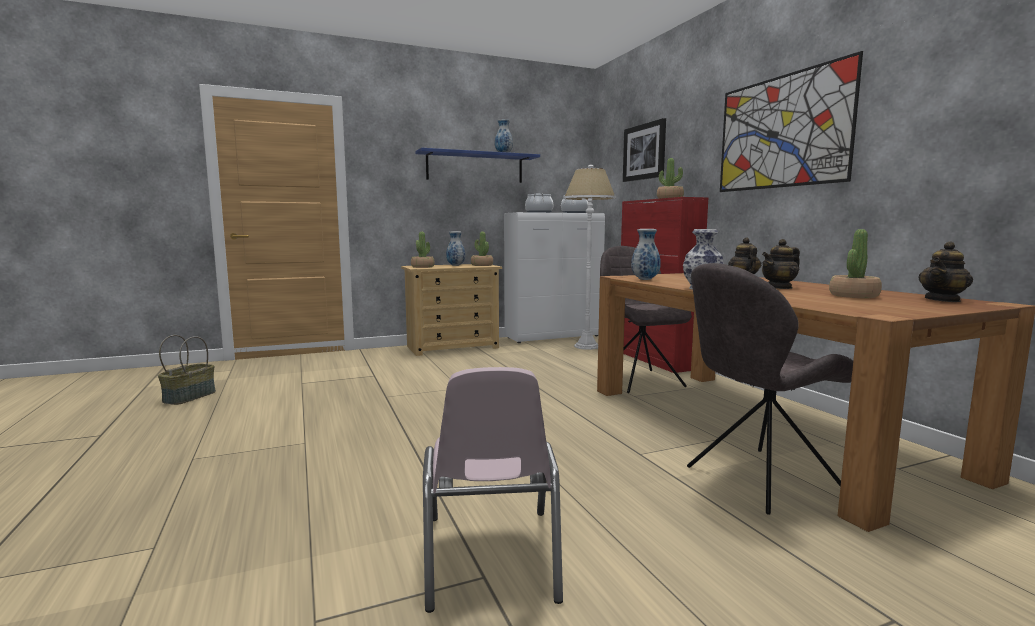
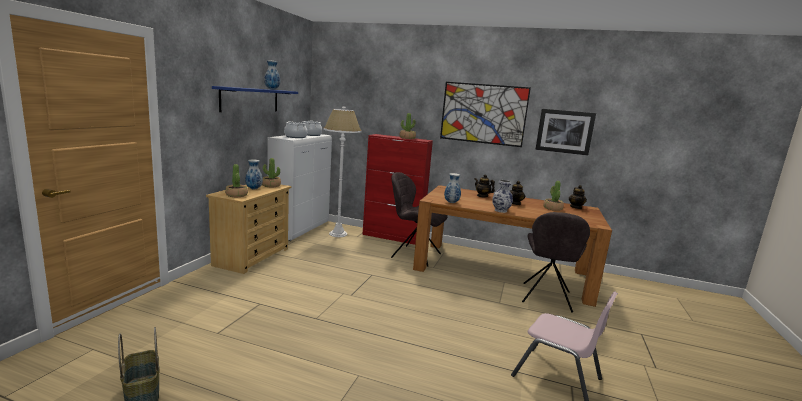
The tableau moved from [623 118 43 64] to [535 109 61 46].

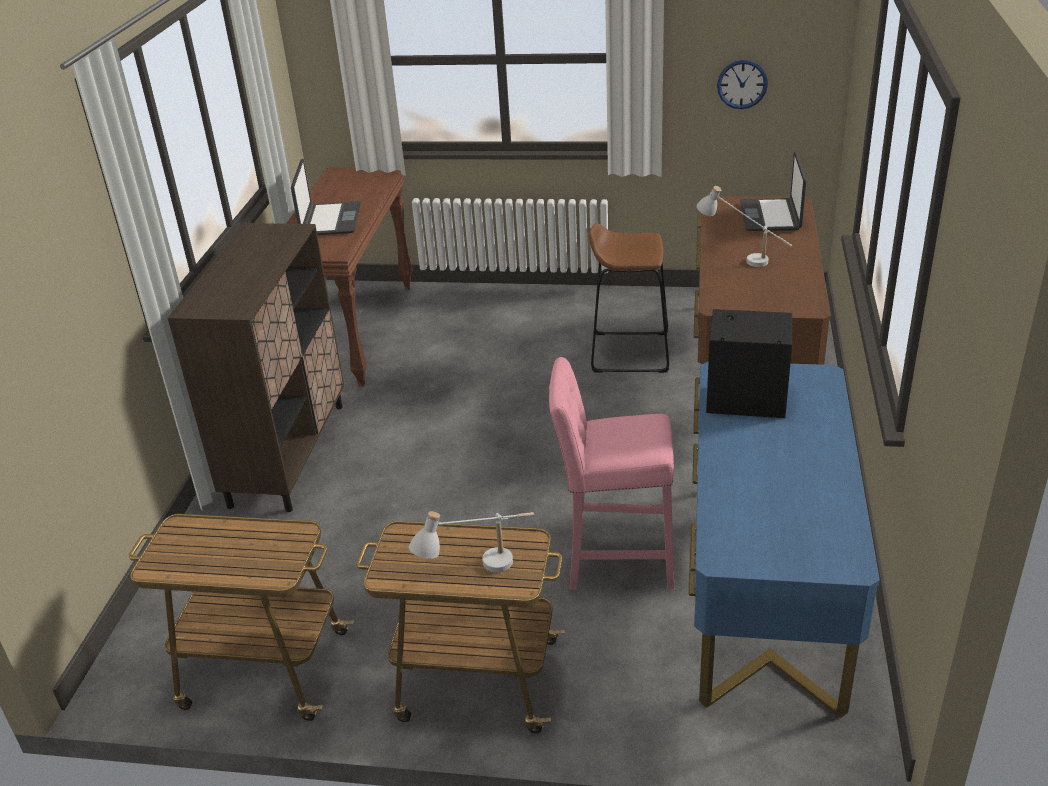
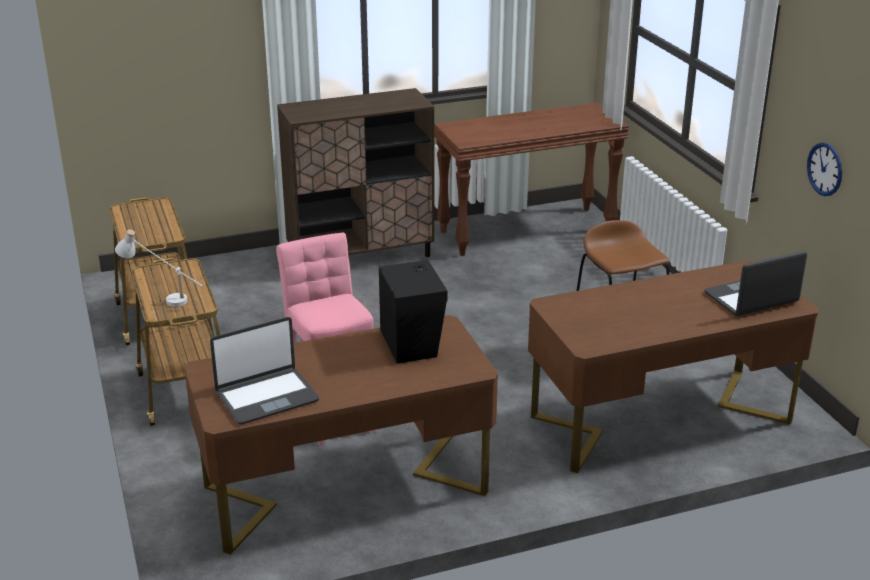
The ordinateur portable moved from [291 159 70 76] to [210 317 109 107].
The lampe de table [blanc] at [697 186 95 81] disappeared.
The bureau [bleu] at [689 362 191 356] became the bureau [marron] at [184 315 314 240].

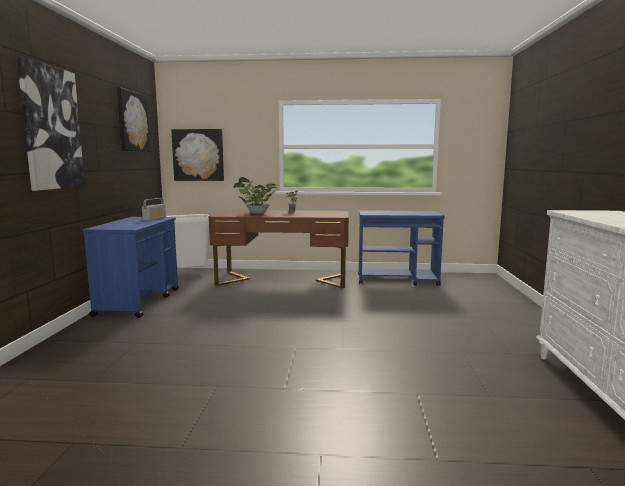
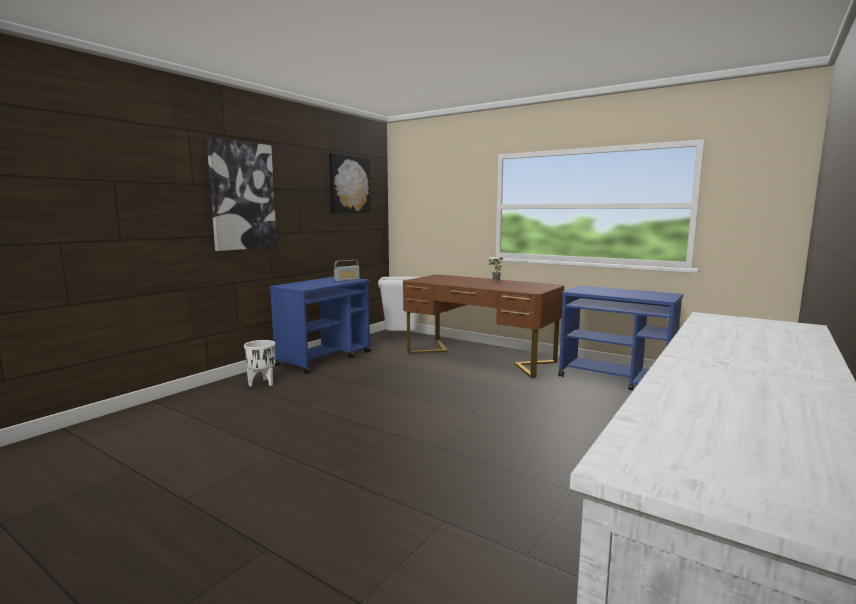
The tableau at [171 129 53 52] disappeared.
The plante en pot at [234 177 43 37] disappeared.
The cache-pot [blanc] at [244 340 31 47] appeared.

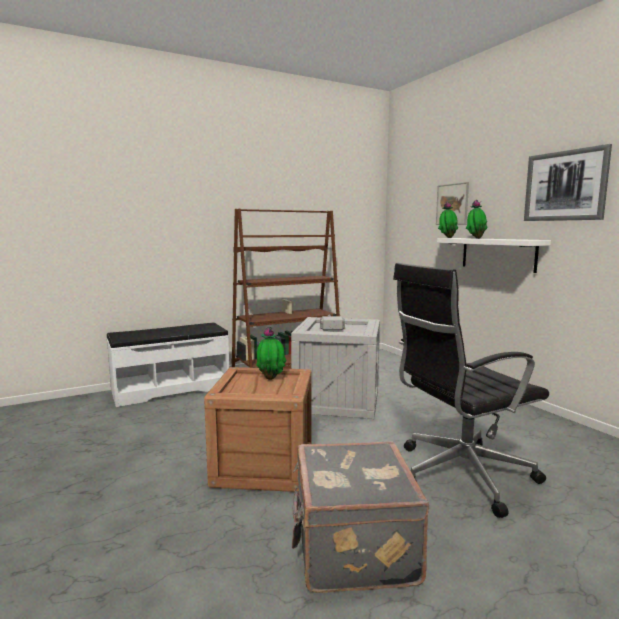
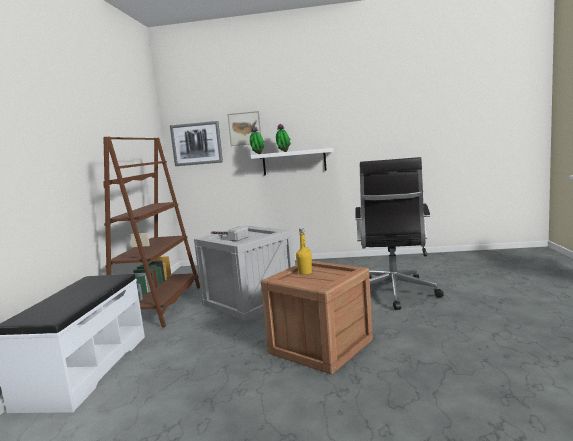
The tableau moved from [524 144 88 77] to [170 121 53 45].
The plante en pot at [256 327 31 53] was replaced by the bouteille [jaune] at [296 228 16 47].
The valise [gris] at [292 441 137 152] disappeared.

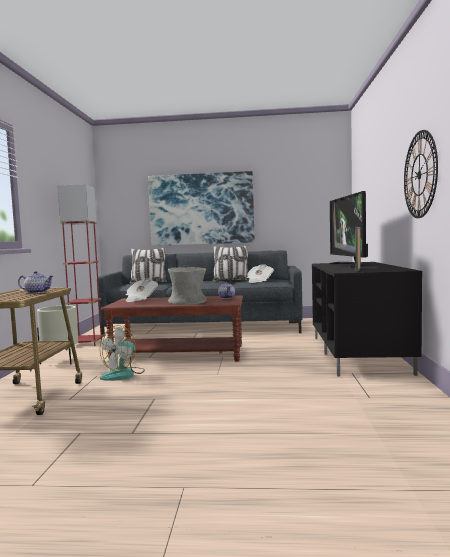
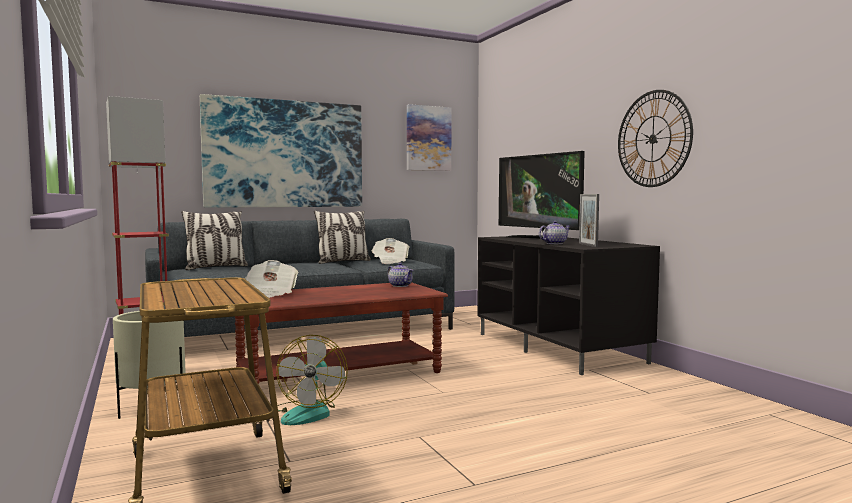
The vase [gris] at [168 267 39 38] disappeared.
The théière moved from [18 271 35 23] to [539 221 31 23].
The tableau at [407 104 45 67] appeared.

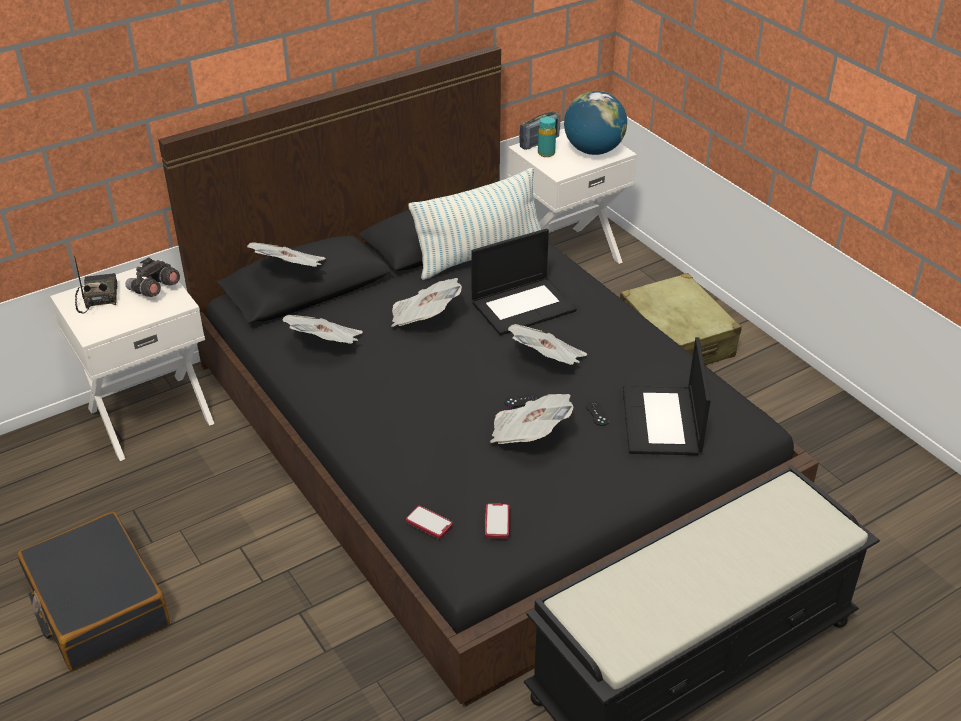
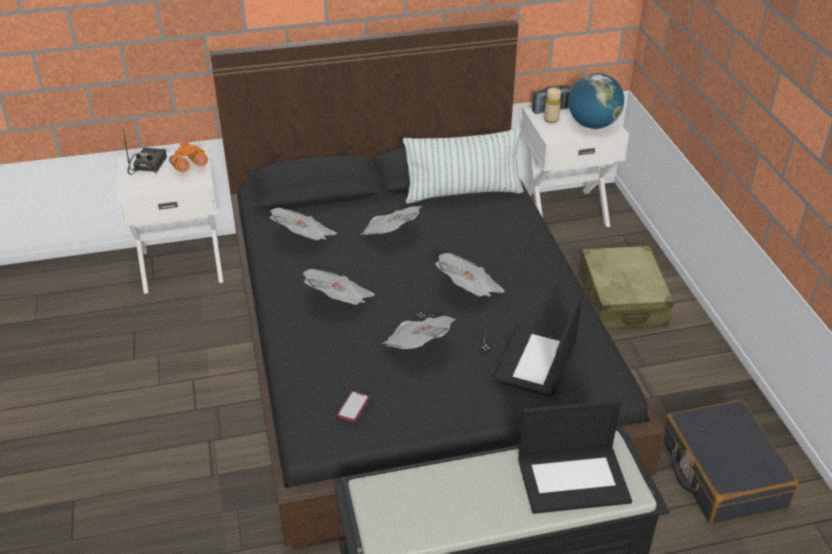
The bouteille [turquoise] at [538 116 18 41] became the bouteille [beige] at [544 88 17 35].
The ordinateur portable moved from [471 228 106 107] to [518 400 114 114].
The journal moved from [247 242 79 25] to [303 269 72 36].
The jumelles [gris] at [126 257 54 40] became the jumelles [orange] at [169 142 39 30].
The téléphone at [406 506 47 33] disappeared.
The valise [noir] moved from [18 512 152 159] to [664 400 135 125].

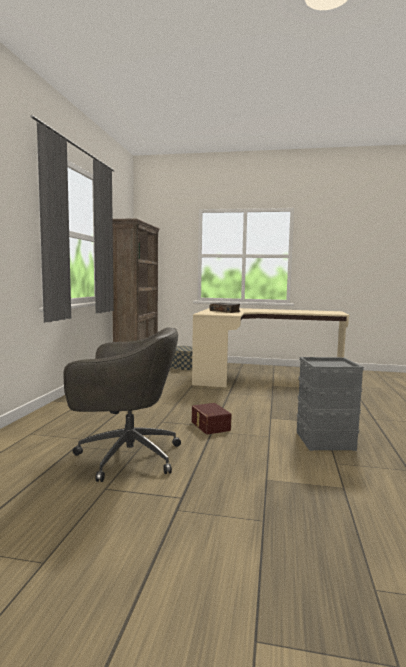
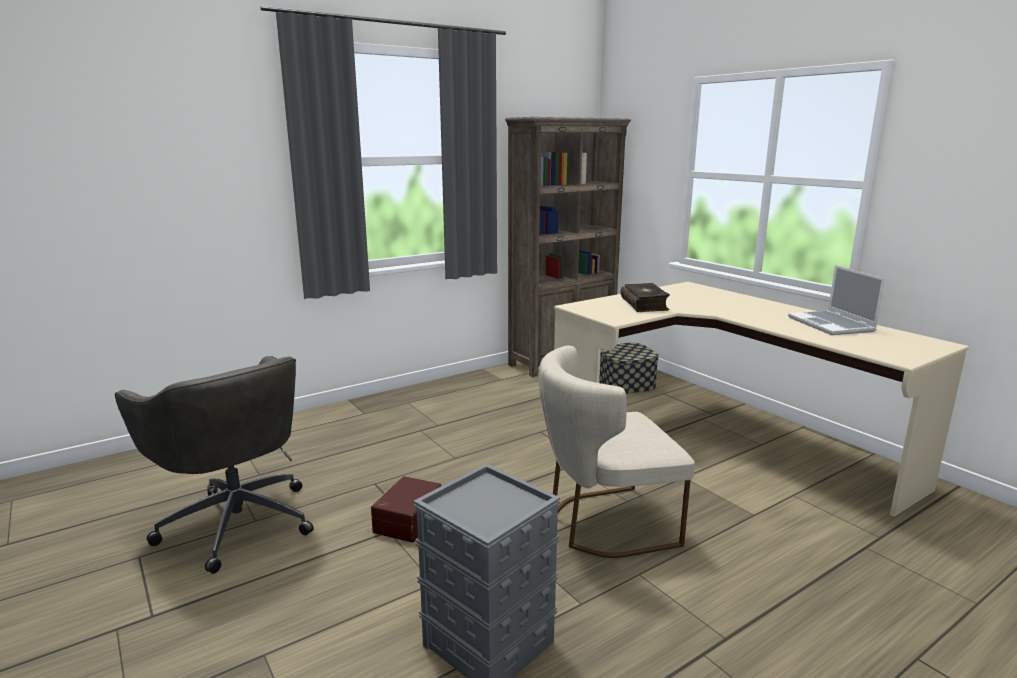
The ordinateur portable at [788 265 97 70] appeared.
The chaise [beige] at [539 346 156 212] appeared.

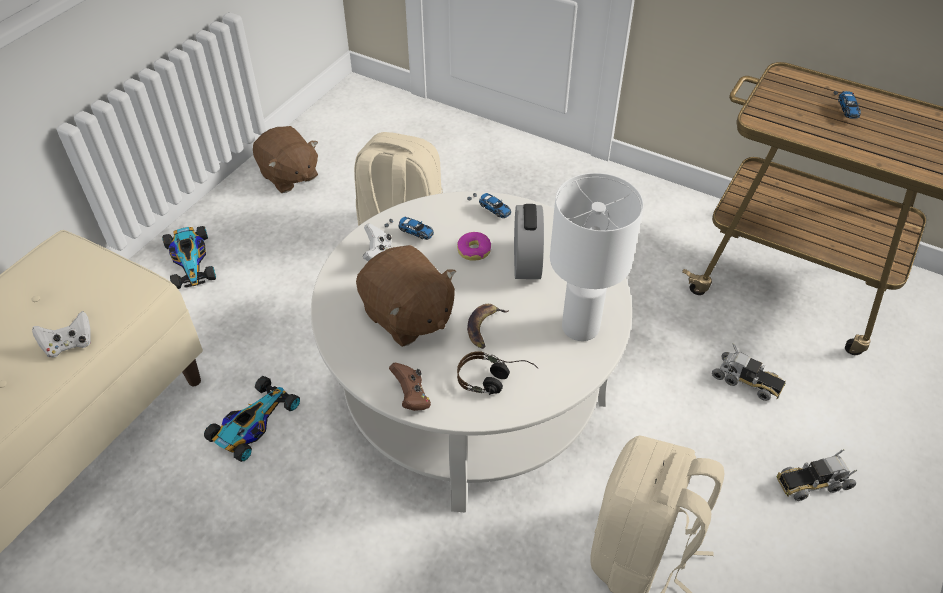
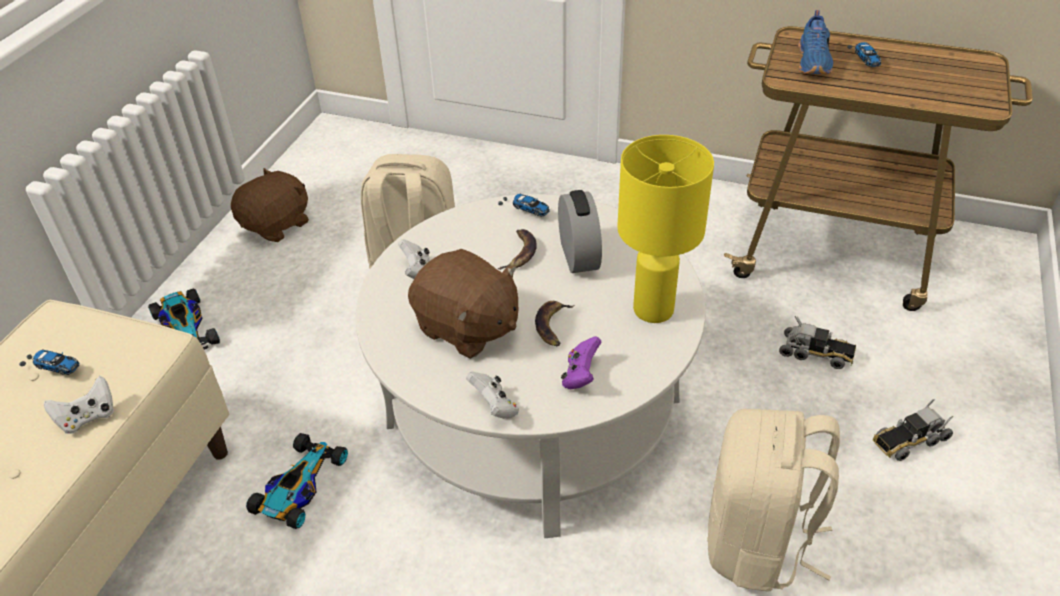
The peluche [marron] at [253 126 65 67] turned 90 degrees counterclockwise.
The lampe de table [blanc] at [550 173 94 168] became the lampe de table [jaune] at [617 135 97 188].
The petite voiture moved from [384 216 50 24] to [19 349 60 26].
The beignet at [457 232 34 29] was replaced by the banane at [497 229 40 41].
The casque audio at [457 351 81 44] was replaced by the manette [violet] at [561 336 40 53].
The manette [marron] at [389 363 42 48] became the manette [blanc] at [466 372 53 47].
The chaussure [bleu] at [798 10 35 64] appeared.

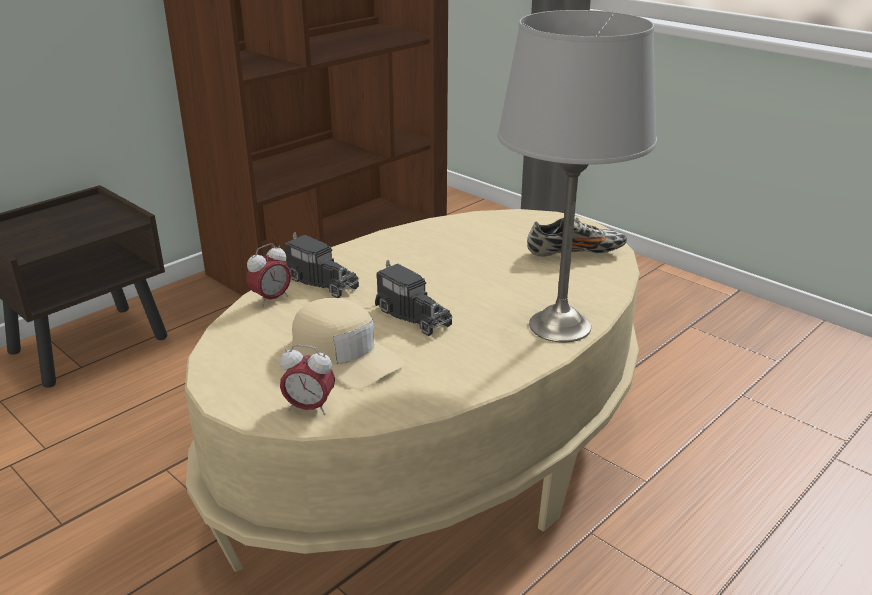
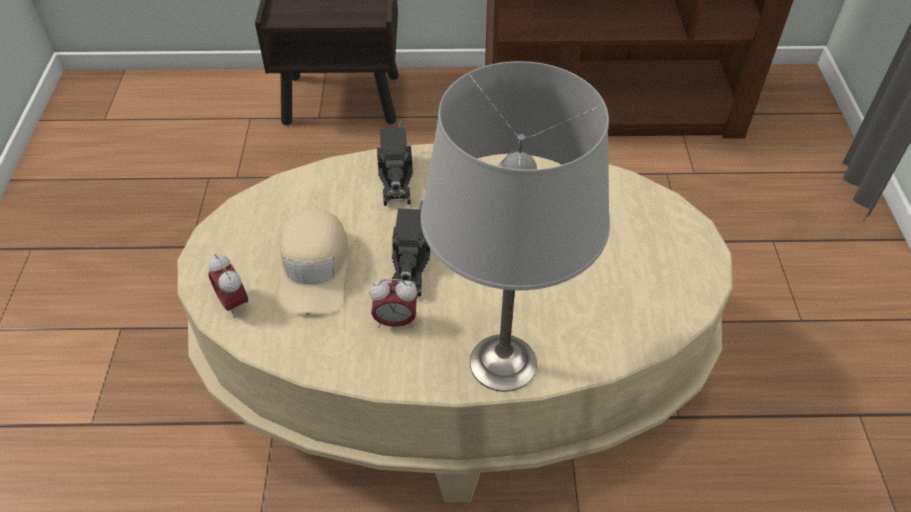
The chaussure at [527 218 100 39] disappeared.
The réveil moved from [247 243 44 64] to [369 279 48 49].

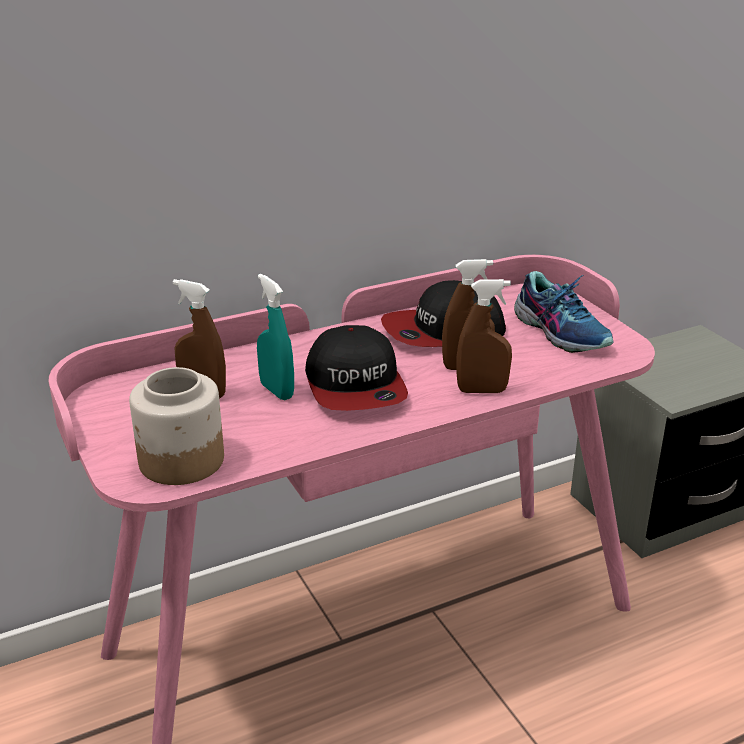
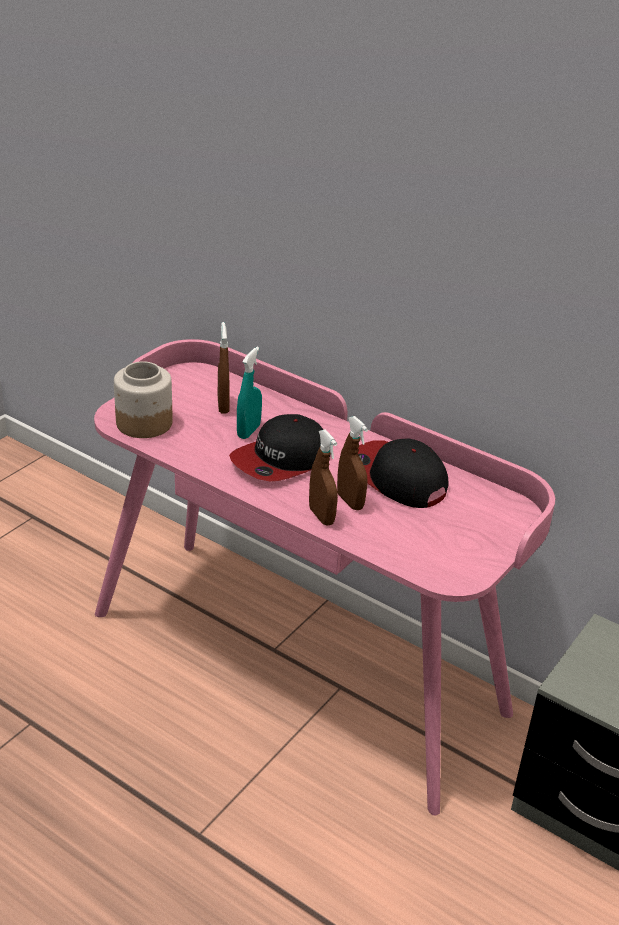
The chaussure at [514 271 100 82] disappeared.

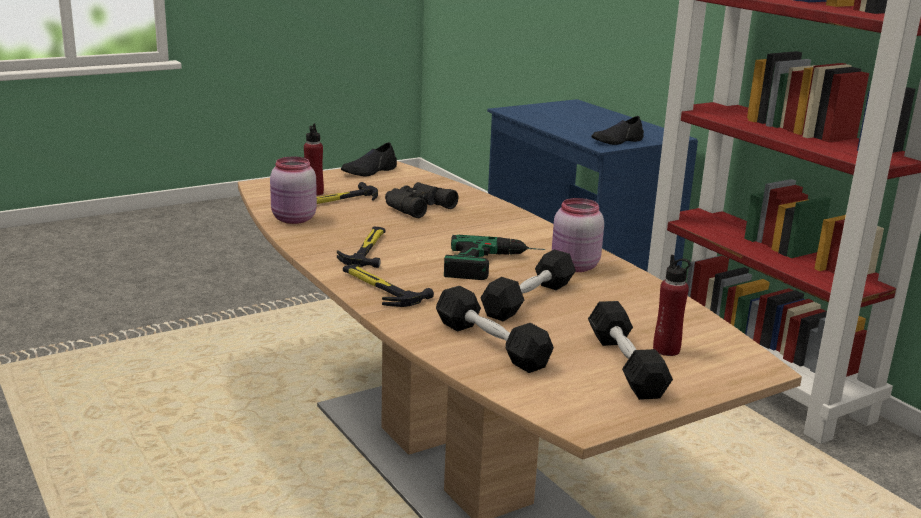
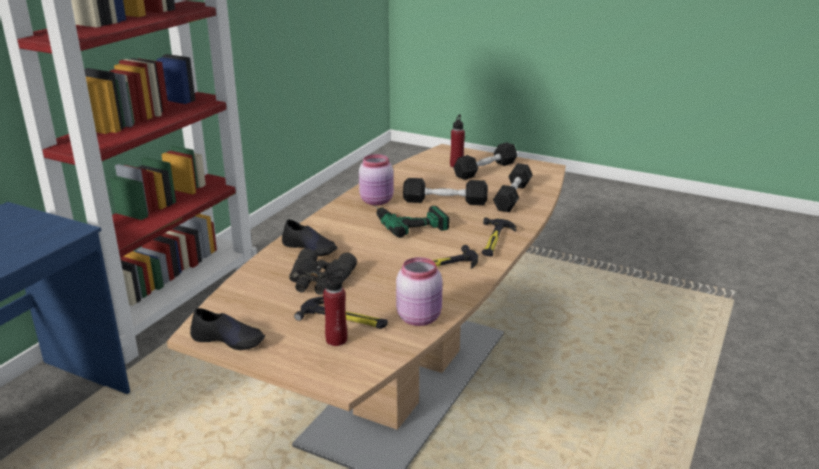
The chaussure [noir] moved from [592 116 52 29] to [282 219 56 37].

